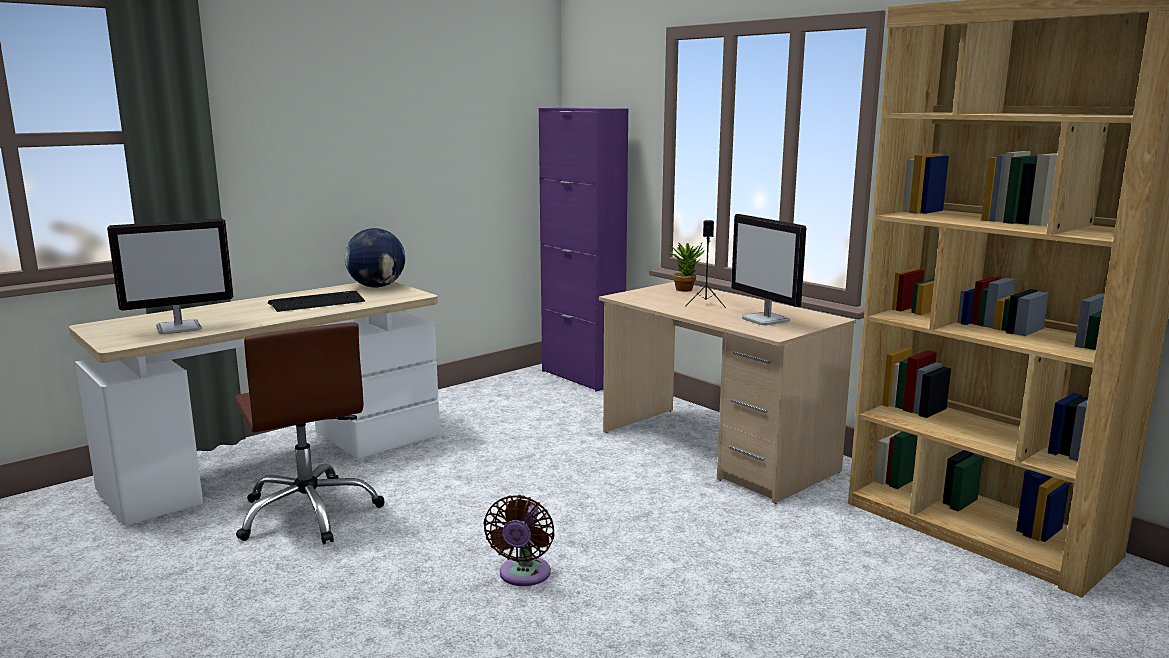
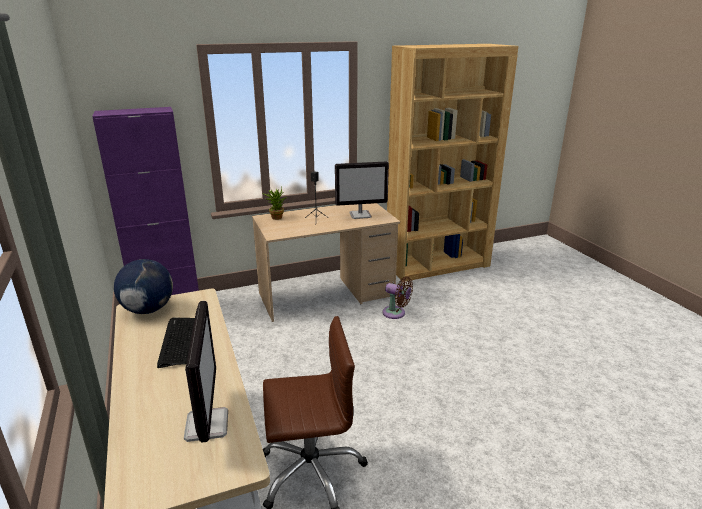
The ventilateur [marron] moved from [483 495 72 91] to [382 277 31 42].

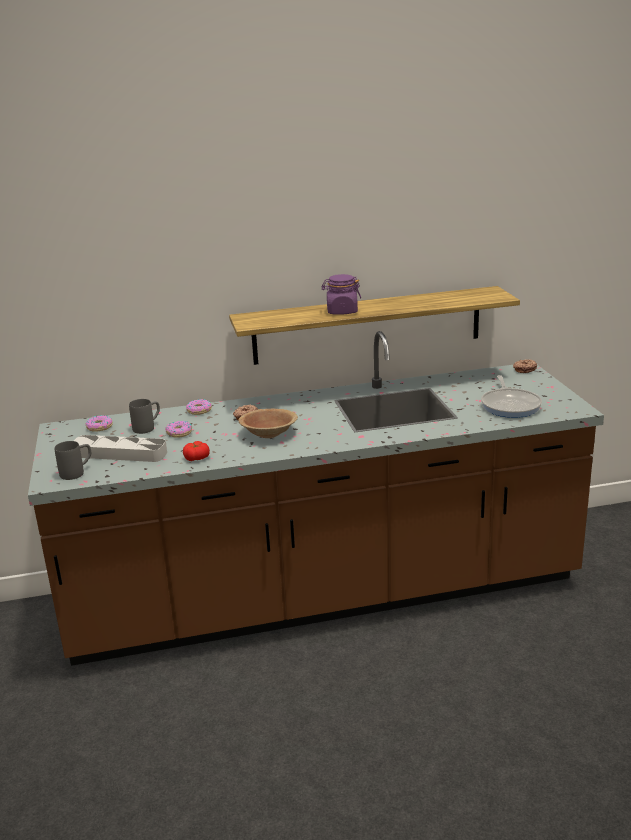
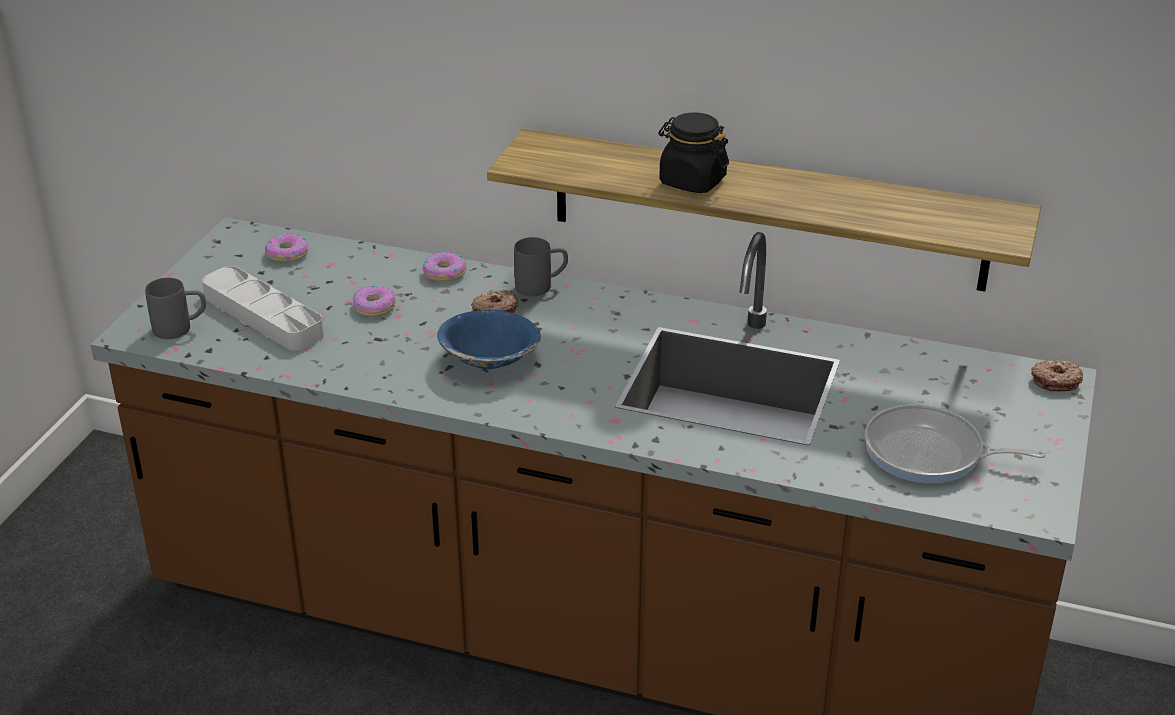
The bocal [violet] at [322 274 39 41] became the bocal [noir] at [659 112 70 81].
The poêle at [481 375 61 43] turned 75 degrees clockwise.
The mug [gris] moved from [129 399 31 35] to [514 237 54 59].
The bol [marron] at [238 409 60 29] became the bol [bleu] at [437 310 104 59].
The tomate at [183 441 27 20] disappeared.

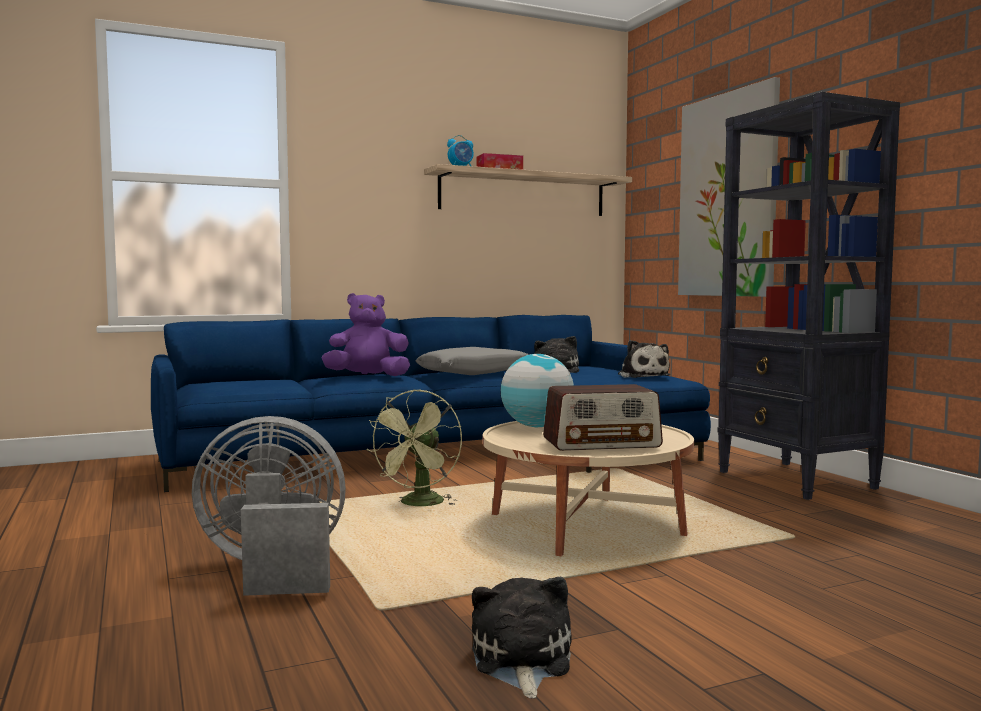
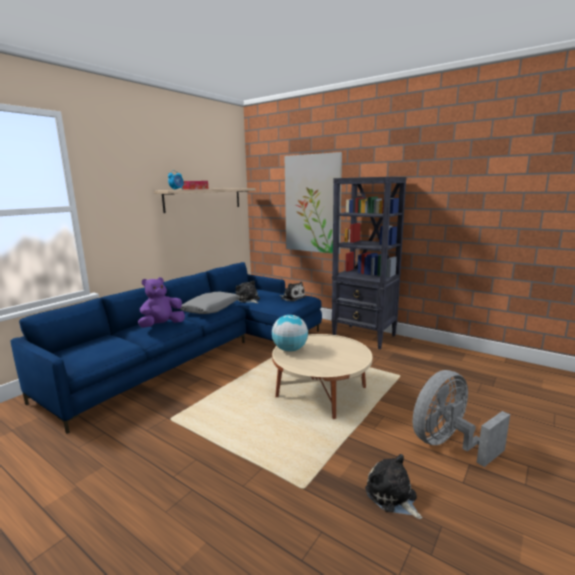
The radio at [543 384 120 67] disappeared.
The ventilateur [vert] at [366 389 96 117] disappeared.
The ventilateur [gris] moved from [192 416 154 180] to [413 370 97 97].

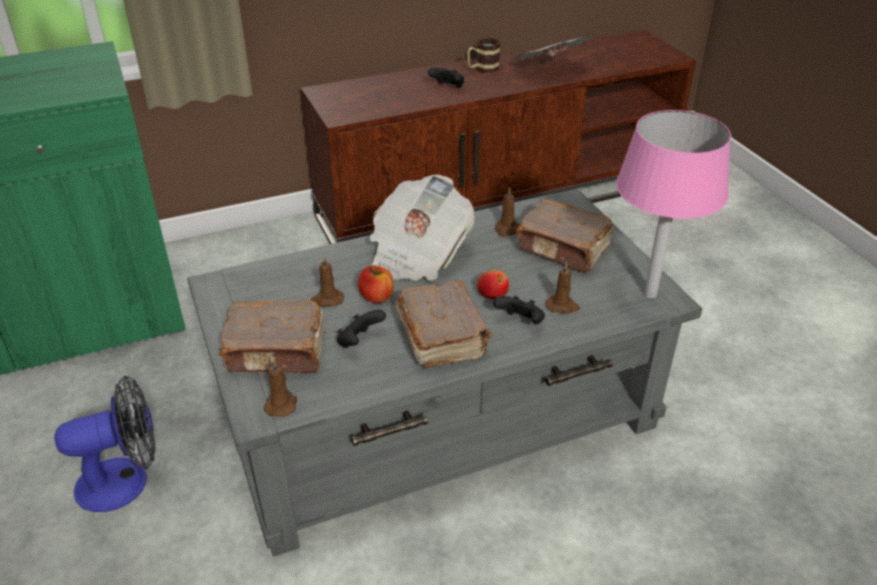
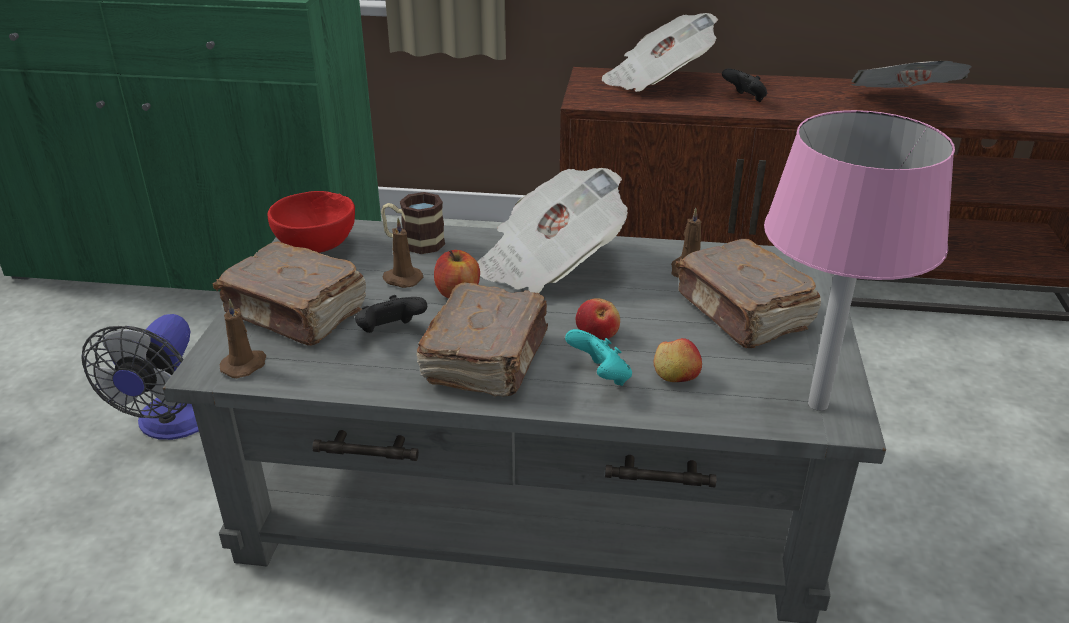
The mug moved from [467 38 33 35] to [381 192 64 62].
The bougie [marron] at [546 262 34 52] was replaced by the pomme at [654 338 48 44].
The manette [noir] at [493 296 52 28] became the manette [turquoise] at [565 329 67 57].
The ventilateur at [54 375 101 137] turned 90 degrees clockwise.
The journal at [602 13 116 79] appeared.
The bol [rouge] at [268 191 87 62] appeared.

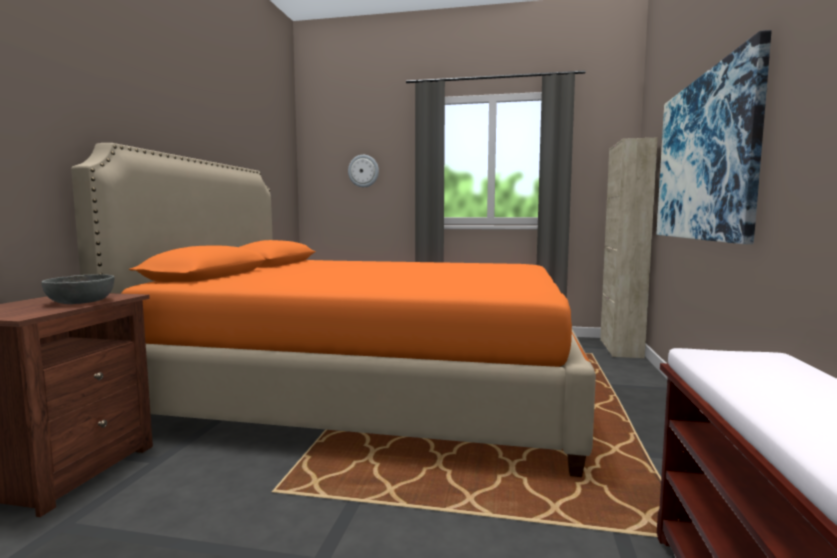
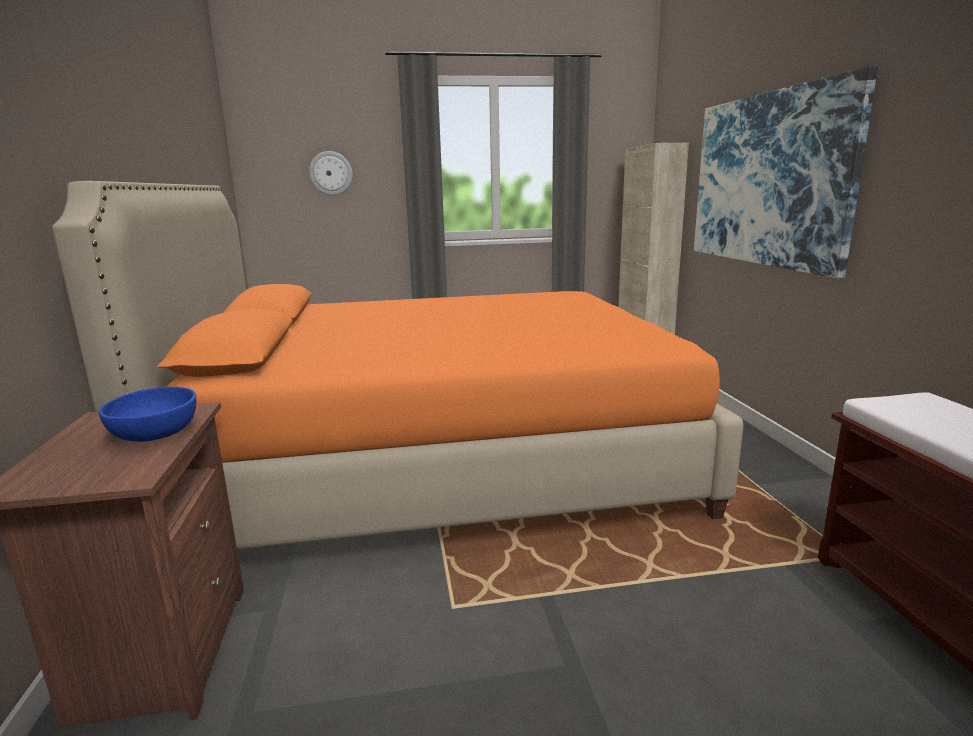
The bol [gris] at [41 274 73 30] became the bol [bleu] at [99 387 97 55].

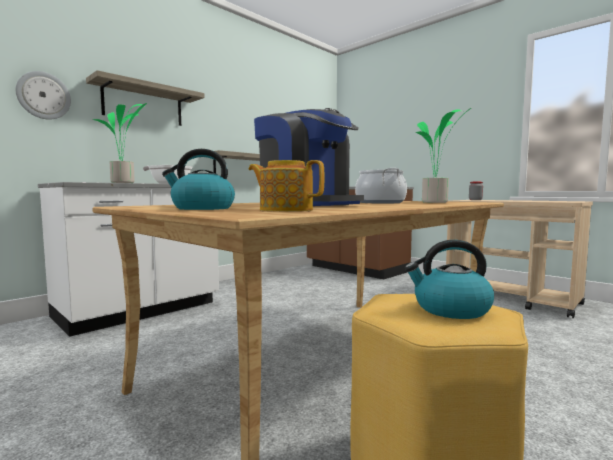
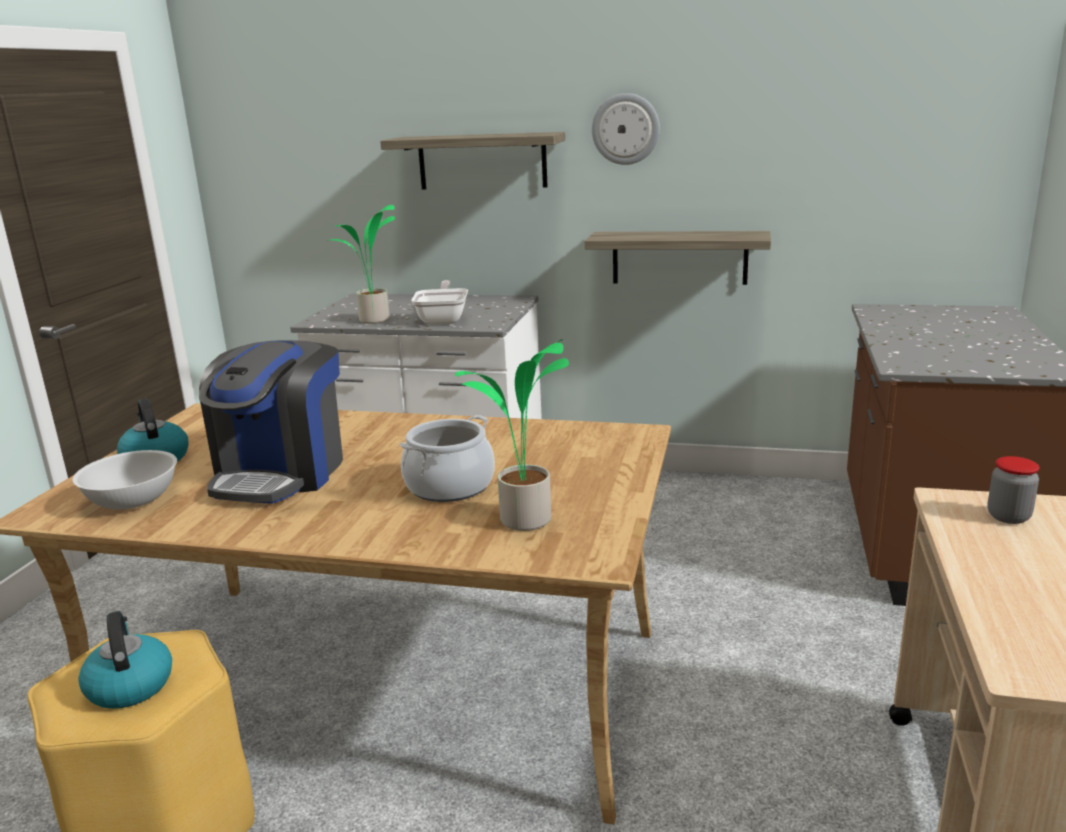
The horloge murale moved from [16 71 55 49] to [592 93 68 72].
The théière at [249 160 76 52] was replaced by the bol [blanc] at [72 450 105 60].

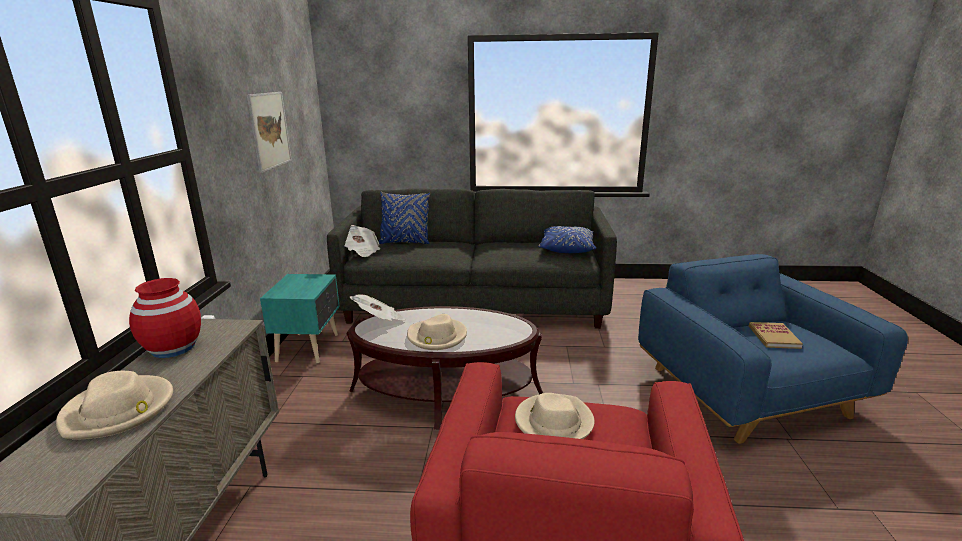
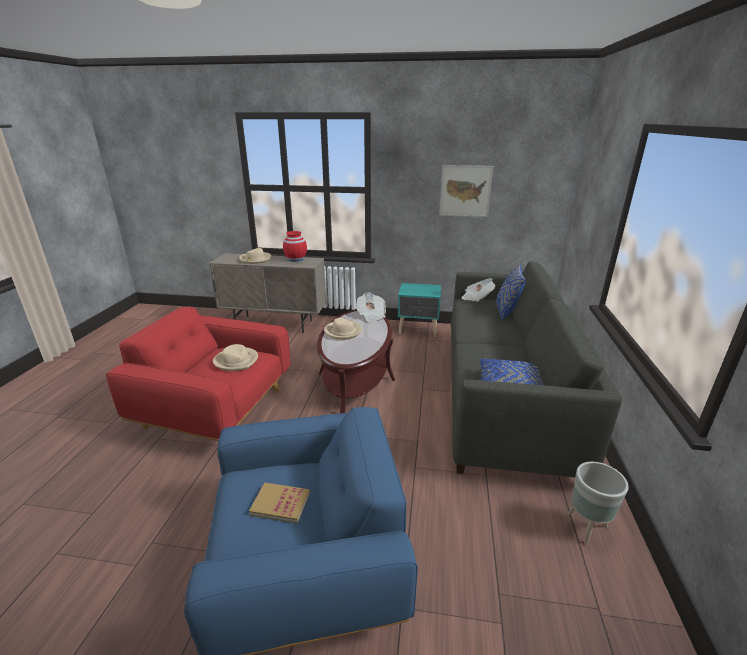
The cache-pot [gris] at [567 462 62 83] appeared.

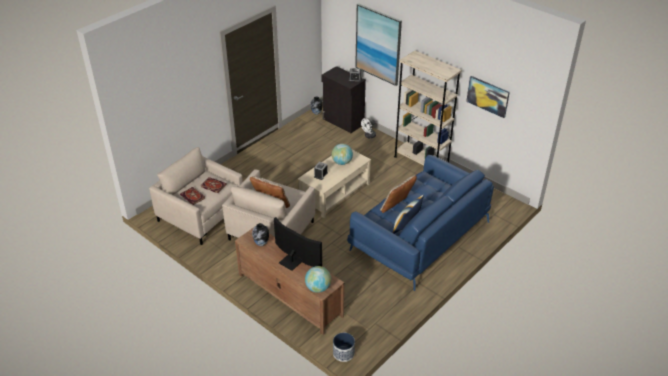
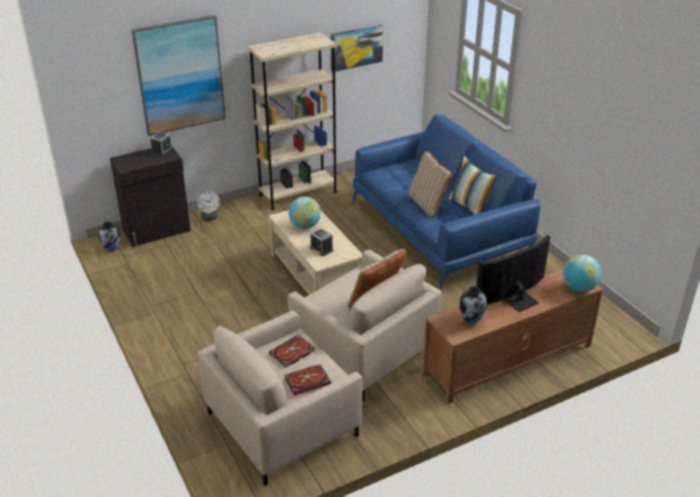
The cache-pot at [333 333 22 29] disappeared.

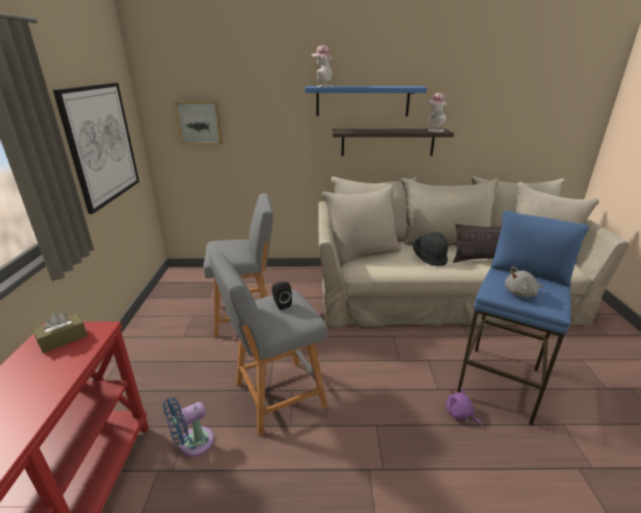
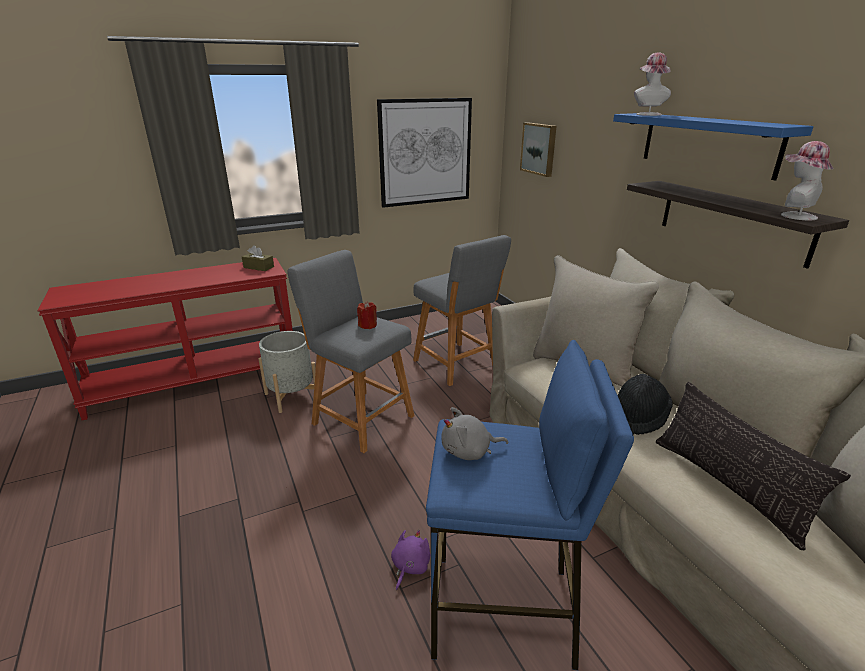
The peluche [gris] at [505 267 38 31] turned 60 degrees counterclockwise.
The enceinte [noir] at [272 281 20 29] was replaced by the bougie [rouge] at [357 301 20 28].
The ventilateur [bleu] at [163 397 51 60] was replaced by the cache-pot [gris] at [258 331 58 82].

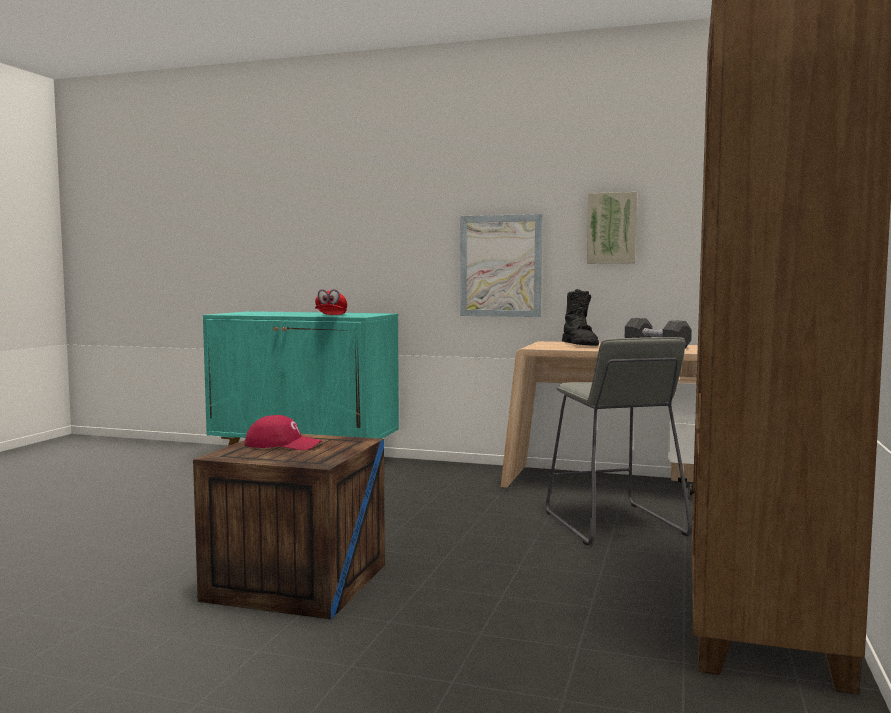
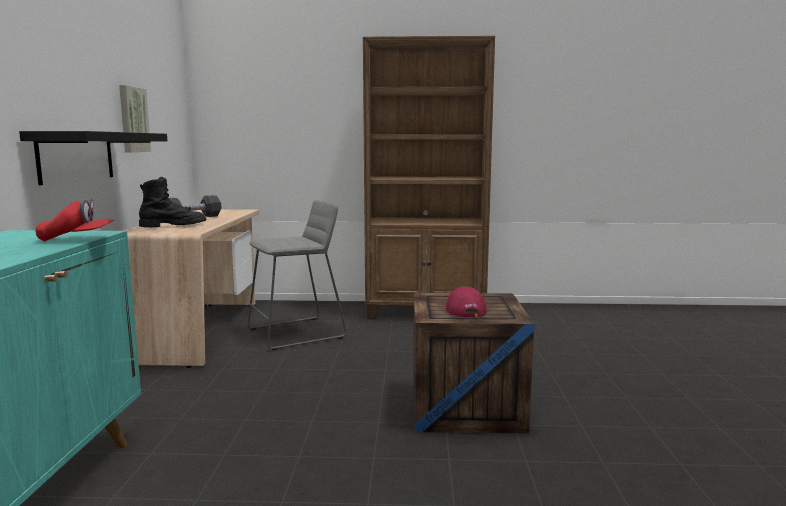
The tableau at [460 214 83 103] was replaced by the étagère [noir] at [19 131 148 54].

